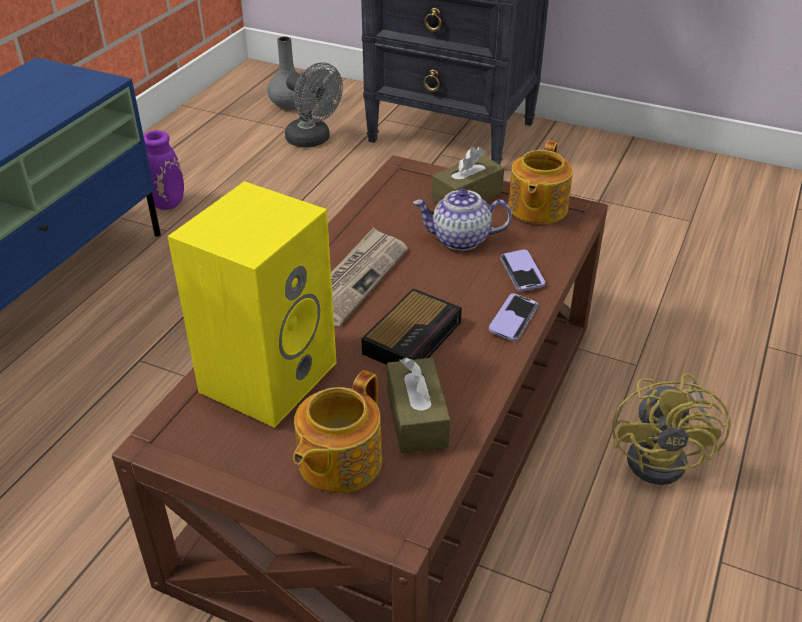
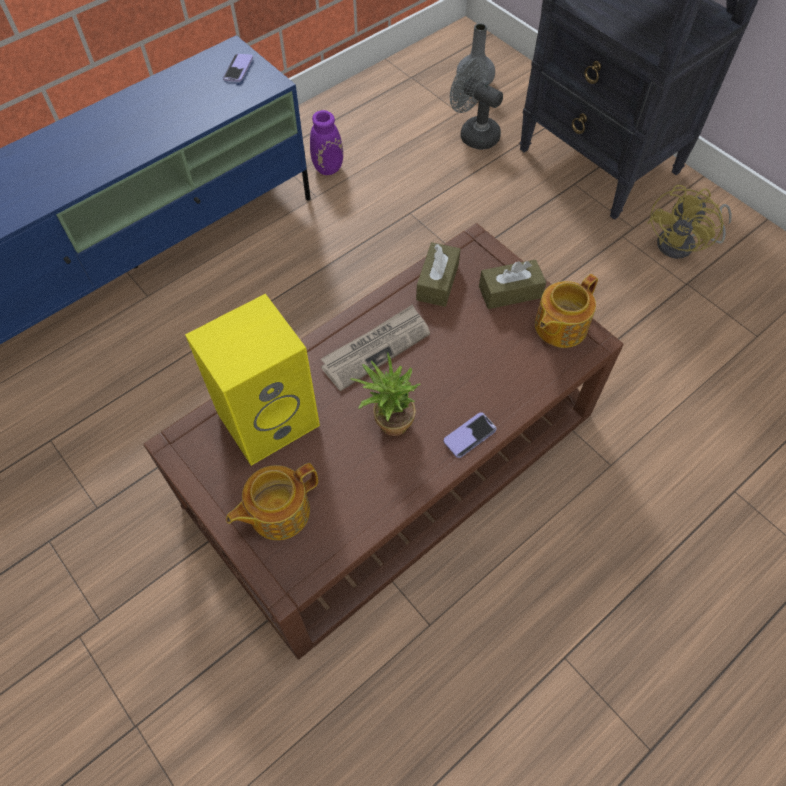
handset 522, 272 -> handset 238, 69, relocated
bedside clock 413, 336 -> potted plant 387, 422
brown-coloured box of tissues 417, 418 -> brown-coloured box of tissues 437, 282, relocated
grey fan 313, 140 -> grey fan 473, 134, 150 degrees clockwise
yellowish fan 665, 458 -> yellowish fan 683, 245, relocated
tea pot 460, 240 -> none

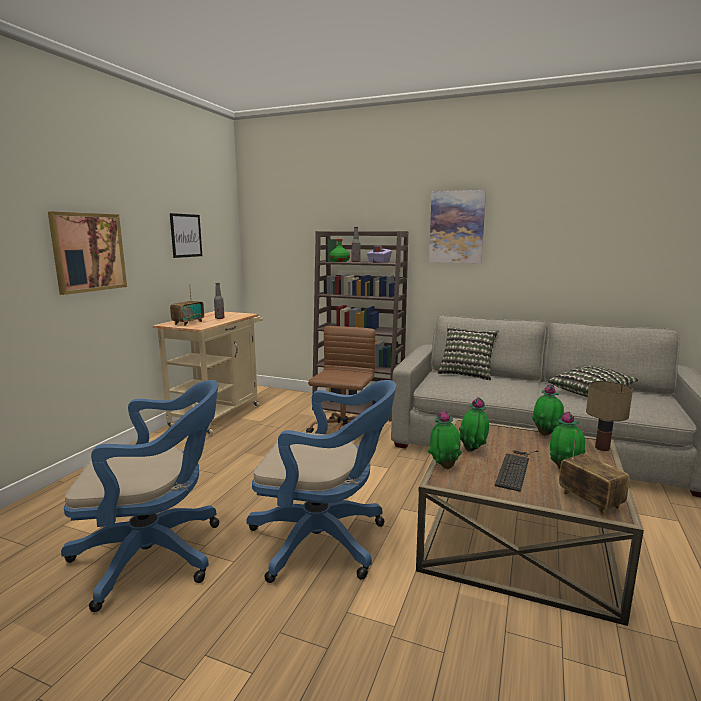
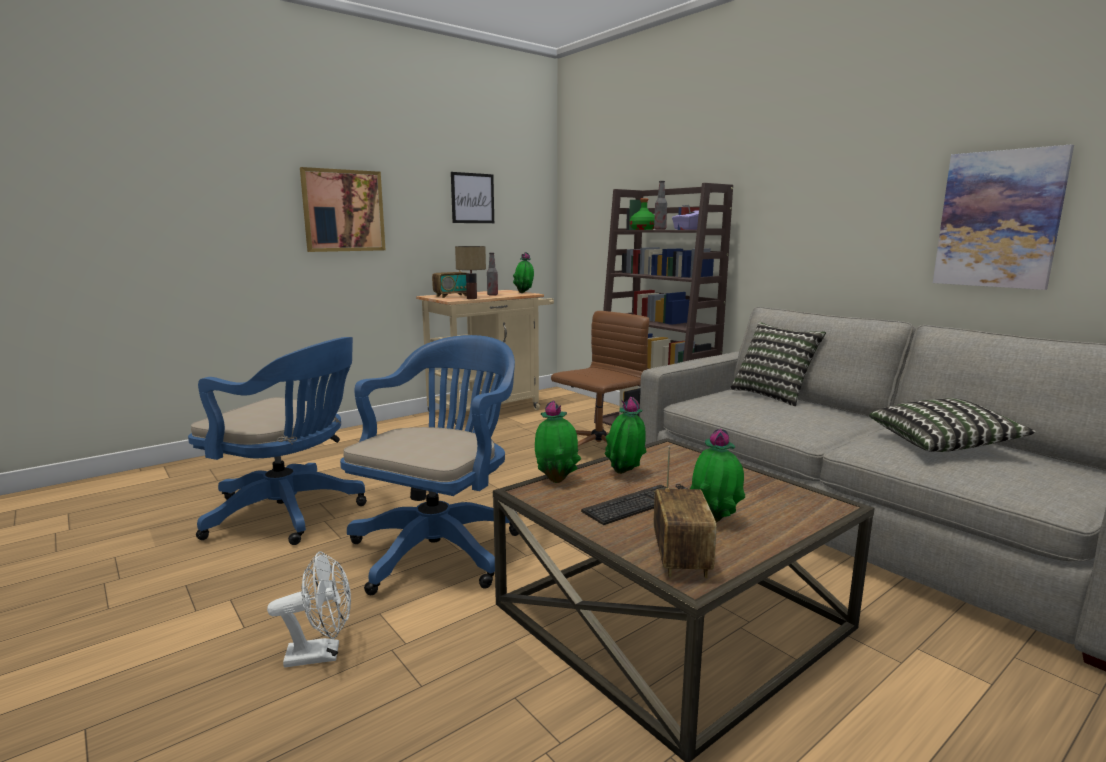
none -> whitish fan 322, 654
bluish office chair 325, 541 -> bluish office chair 441, 547, 105 degrees counterclockwise
table lamp 602, 448 -> table lamp 471, 298, relocated
potted plant 546, 434 -> potted plant 524, 293, relocated
wall picture 456, 227 -> wall picture 998, 219, relocated

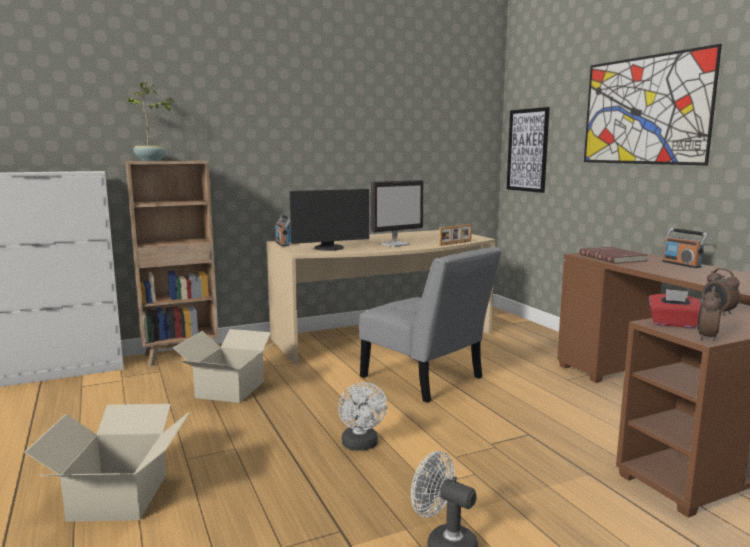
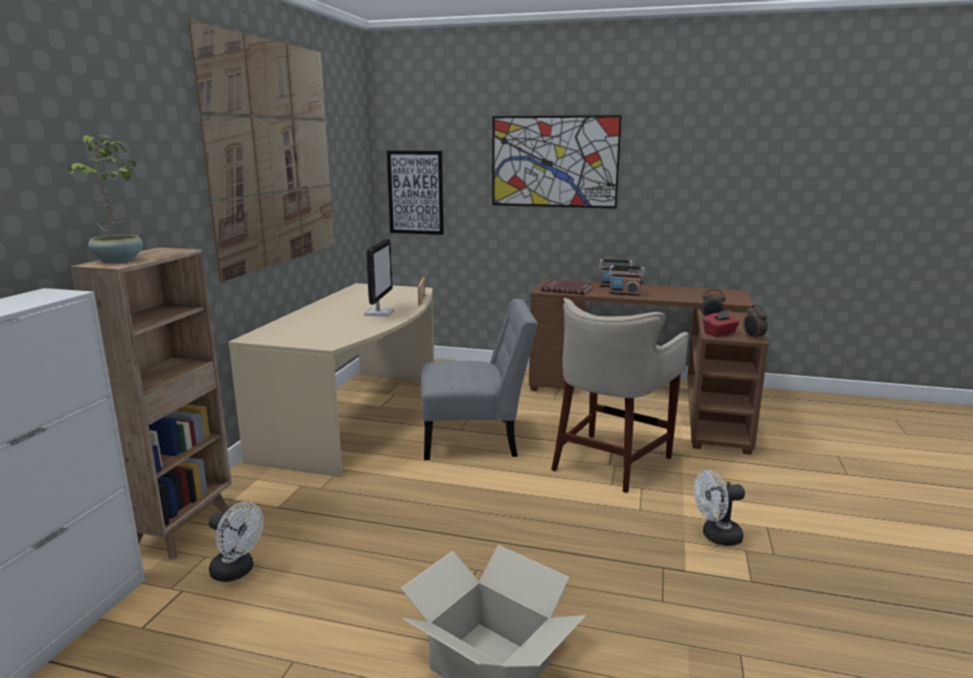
none -> wall picture 273, 155
whitish fan 361, 446 -> whitish fan 237, 572, relocated
none -> beige-coloured sitting stool 611, 462
radio set 282, 244 -> radio set 625, 294, relocated
carton 231, 389 -> none
monitor 329, 248 -> none

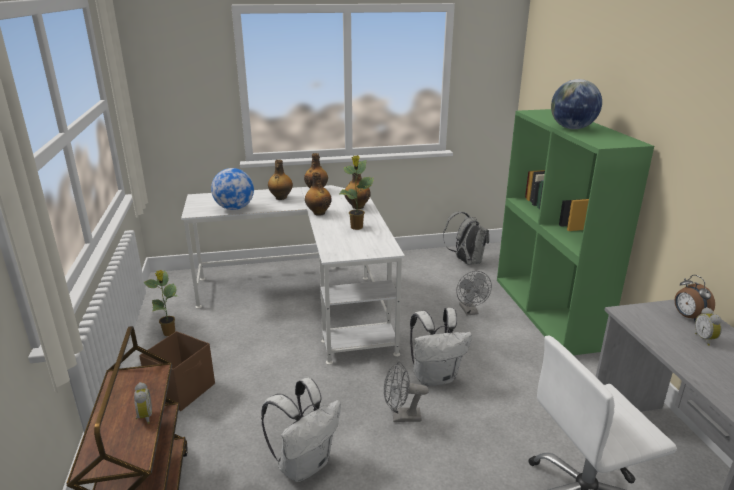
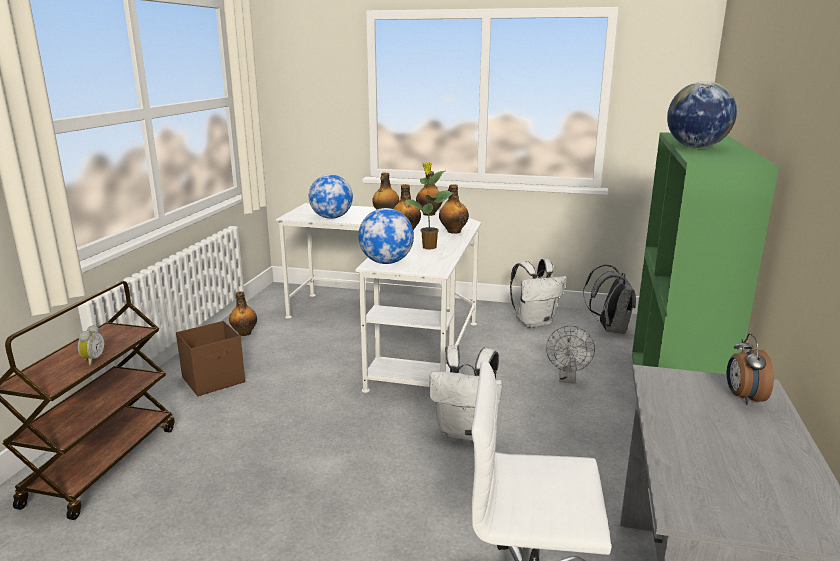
potted plant 169, 333 -> bottle 244, 333
none -> world globe 386, 262
whitish rucksack 304, 464 -> whitish rucksack 534, 322, relocated
grey fan 401, 417 -> none
bedside clock 705, 339 -> none

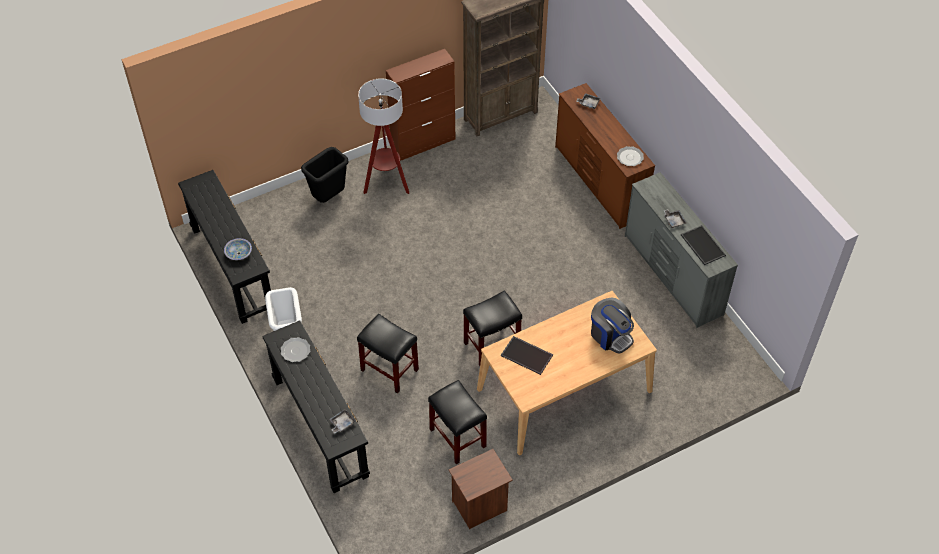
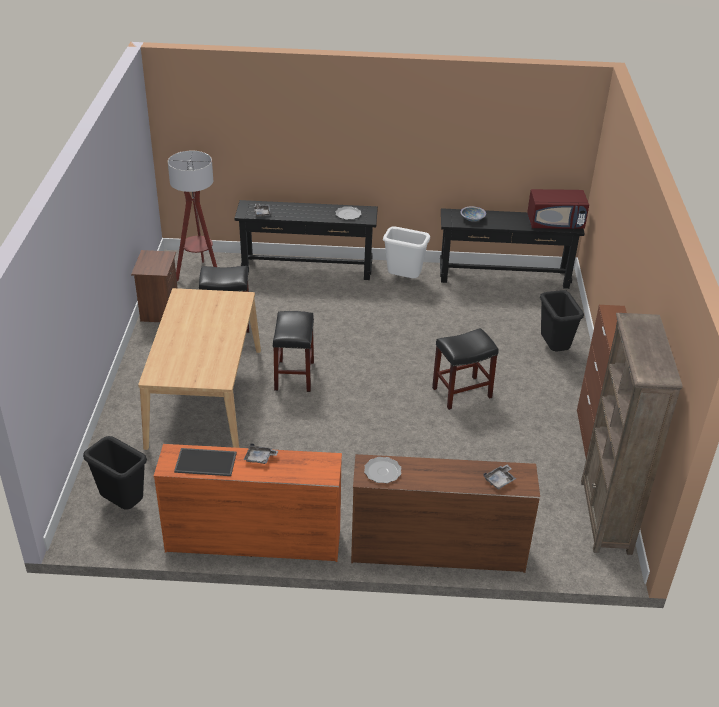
none -> blackish waste bin 122, 504
grey dresser 672, 275 -> orangey dresser 253, 540
standard lamp 386, 183 -> standard lamp 199, 274, relocated
blackish sitting stool 389, 370 -> blackish sitting stool 462, 392, relocated
none -> red-coloured microwave 555, 223
carrying tray 527, 355 -> none
coffee machine 610, 335 -> none

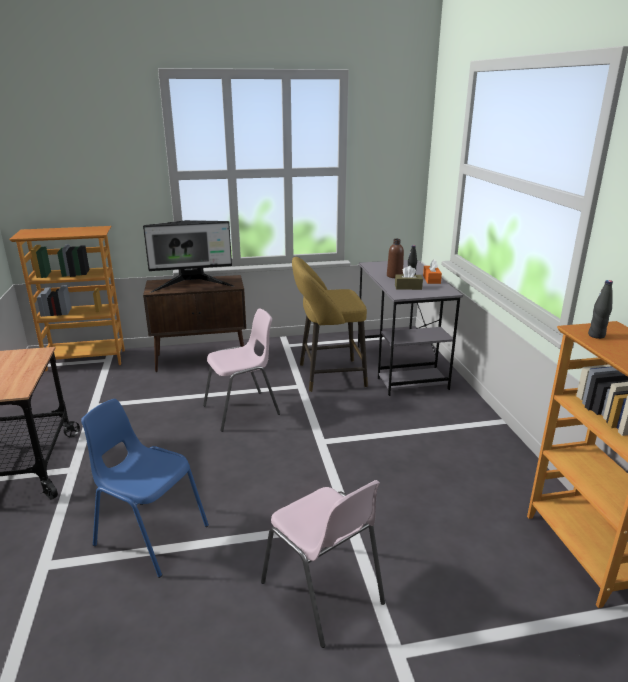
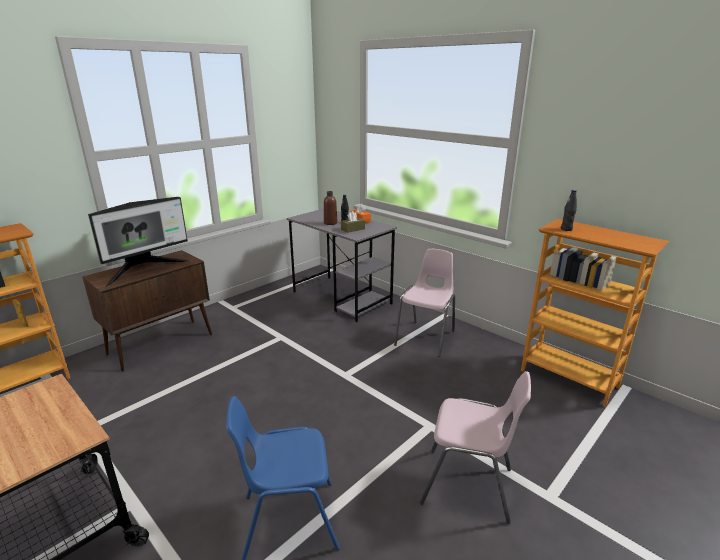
pink chair 242, 410 -> pink chair 426, 338, relocated
yellowish sitting stool 327, 376 -> none

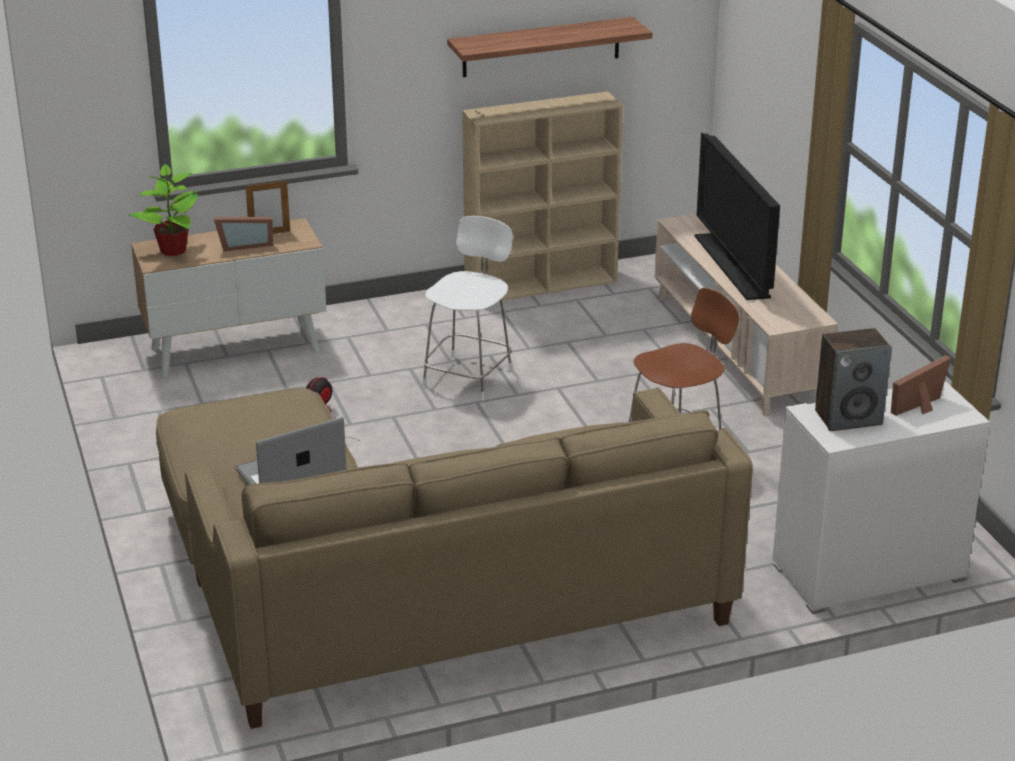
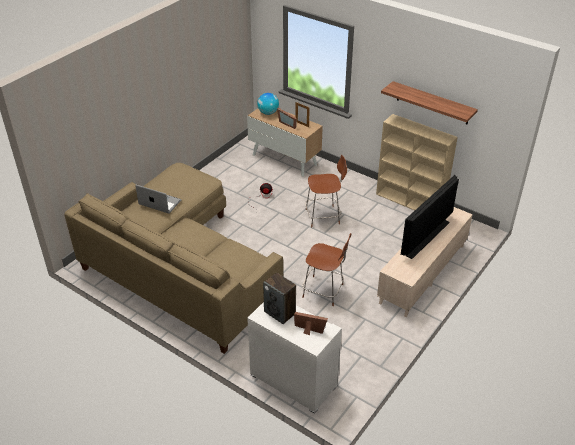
potted plant 172, 250 -> world globe 268, 113
whitish sitting stool 469, 376 -> brown-coloured sitting stool 324, 216

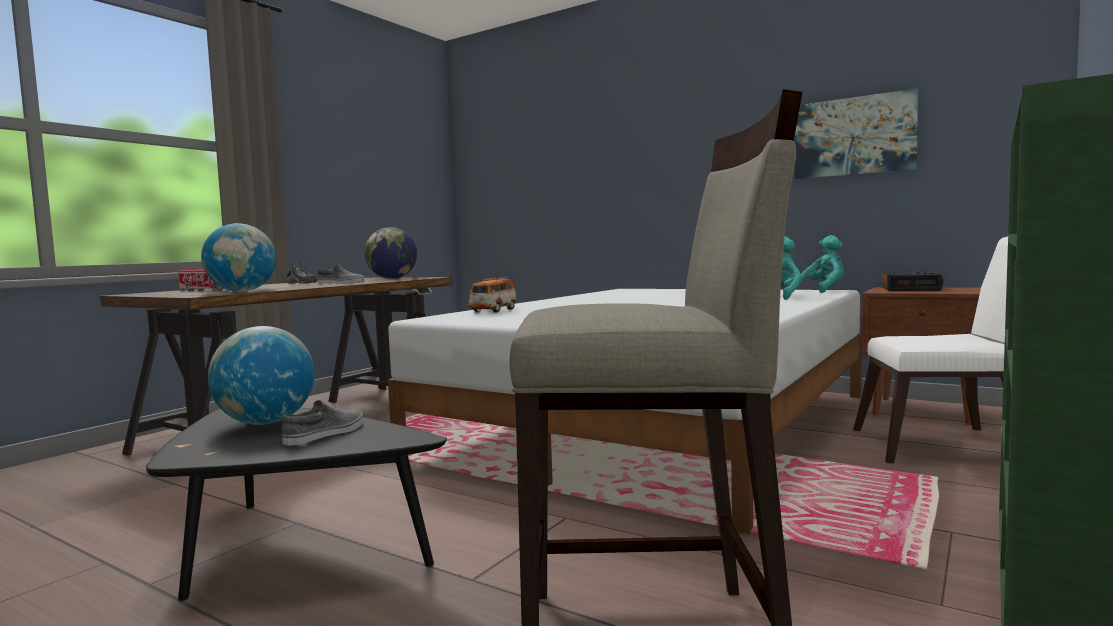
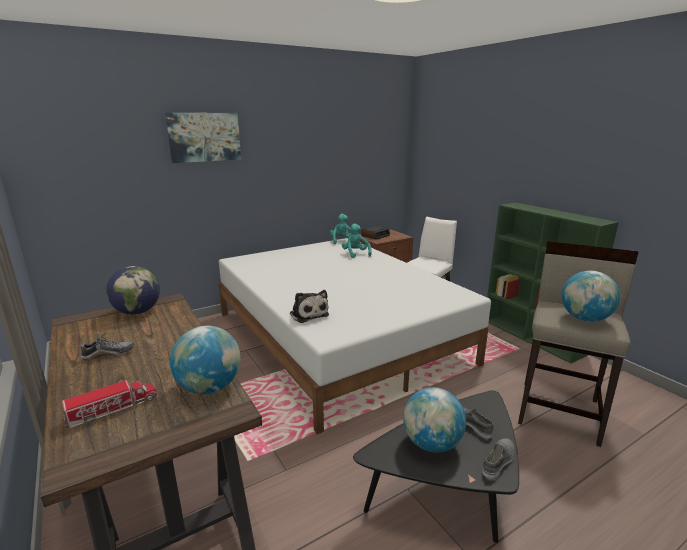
wall picture 854, 136 -> wall picture 204, 137, relocated
toy car 493, 311 -> plush toy 308, 314
grey shoe 340, 283 -> grey shoe 498, 460, relocated
none -> world globe 585, 319

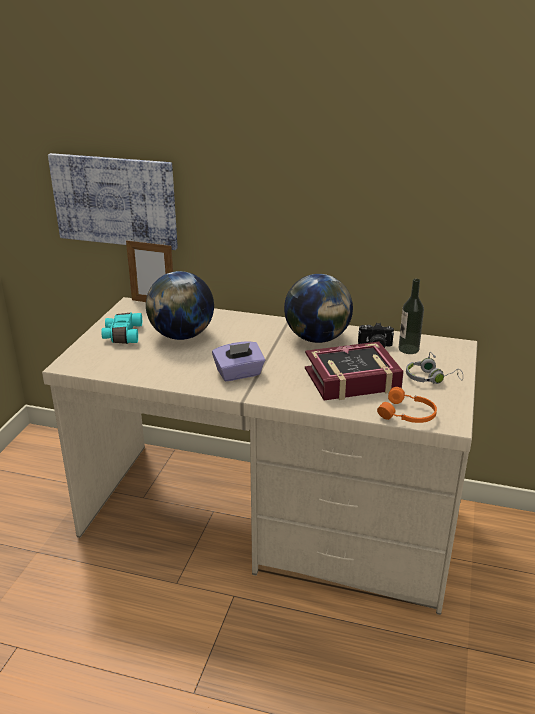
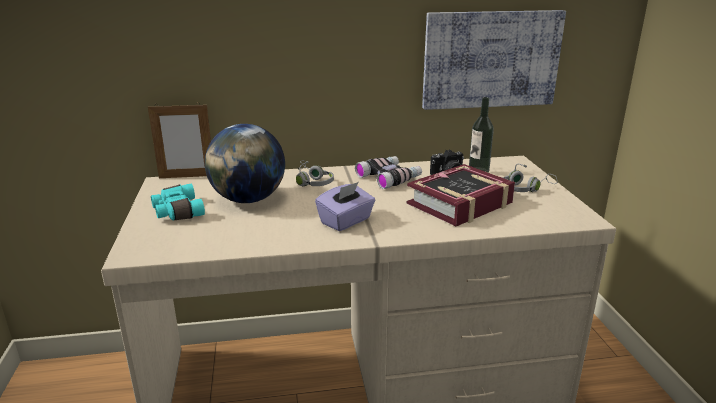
none -> grey headphones 312, 181
world globe 317, 338 -> binoculars 389, 177
wall picture 115, 200 -> wall picture 491, 59, relocated
orangey headphones 408, 415 -> none

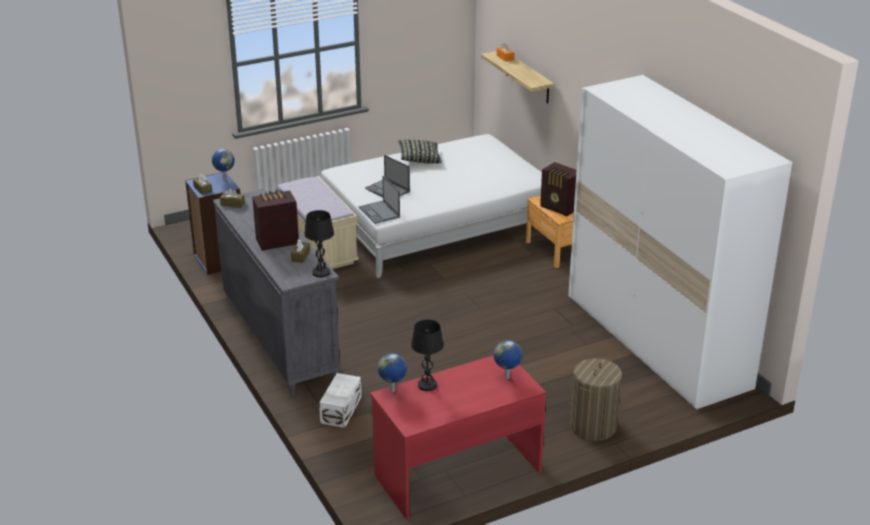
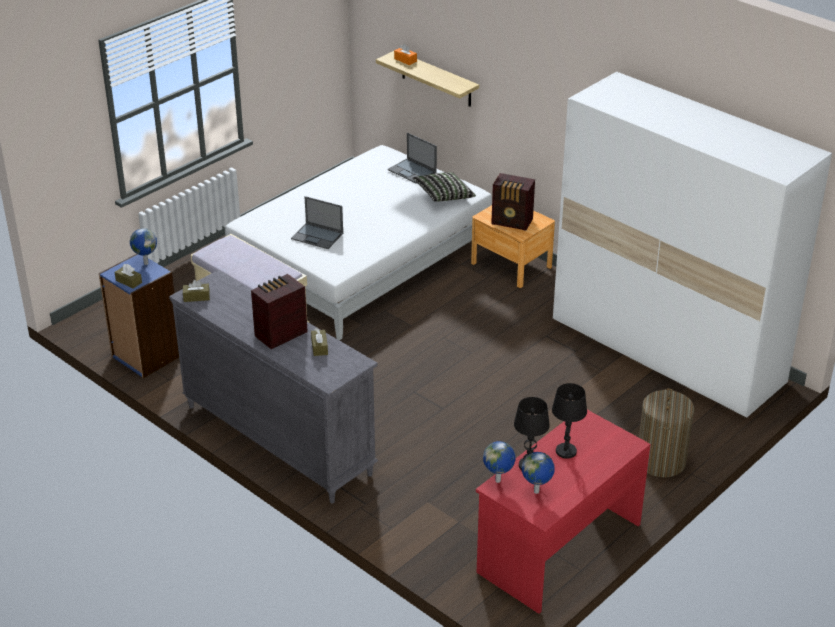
laptop 379, 212 -> laptop 412, 171, relocated
pillow 419, 159 -> pillow 443, 196, relocated
world globe 507, 377 -> world globe 537, 492, relocated
blackish table lamp 321, 272 -> blackish table lamp 566, 451, relocated
whitish storage bin 340, 410 -> none

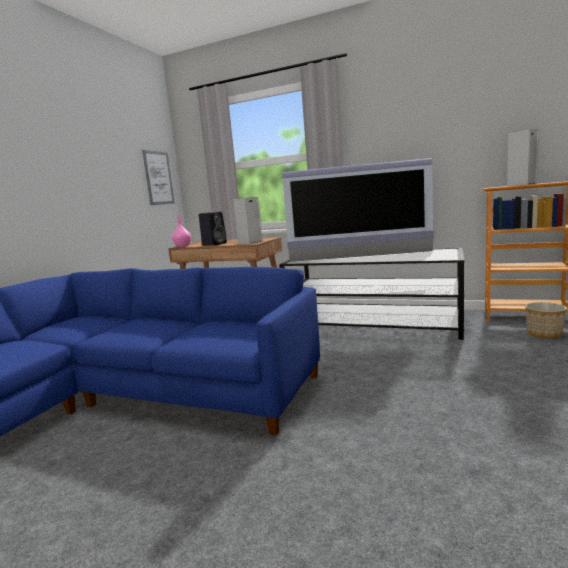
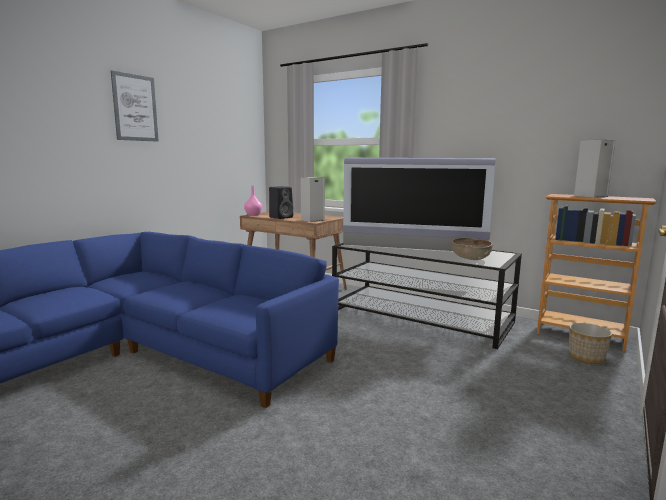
wall picture 158, 178 -> wall picture 135, 108, relocated
none -> brown-coloured bowl 471, 259

